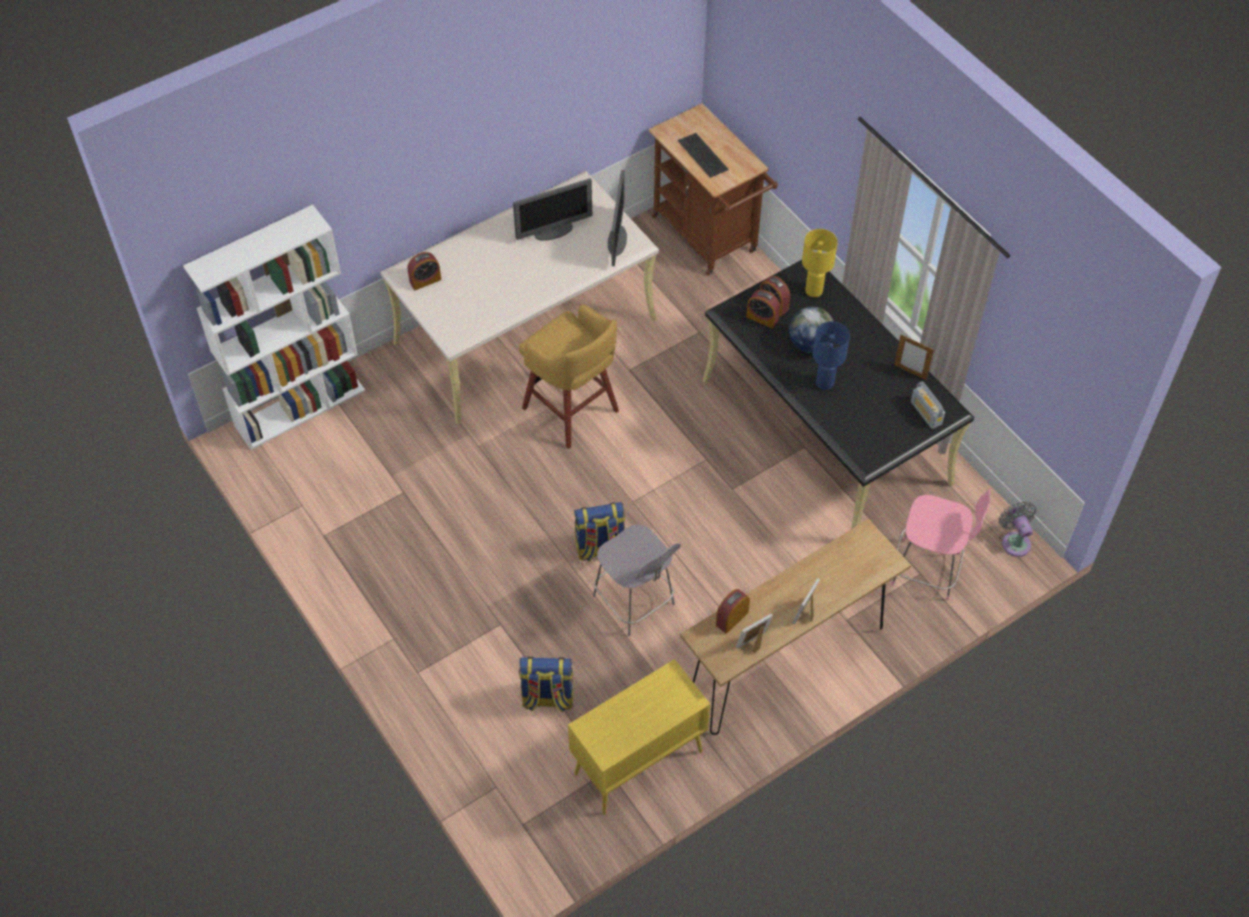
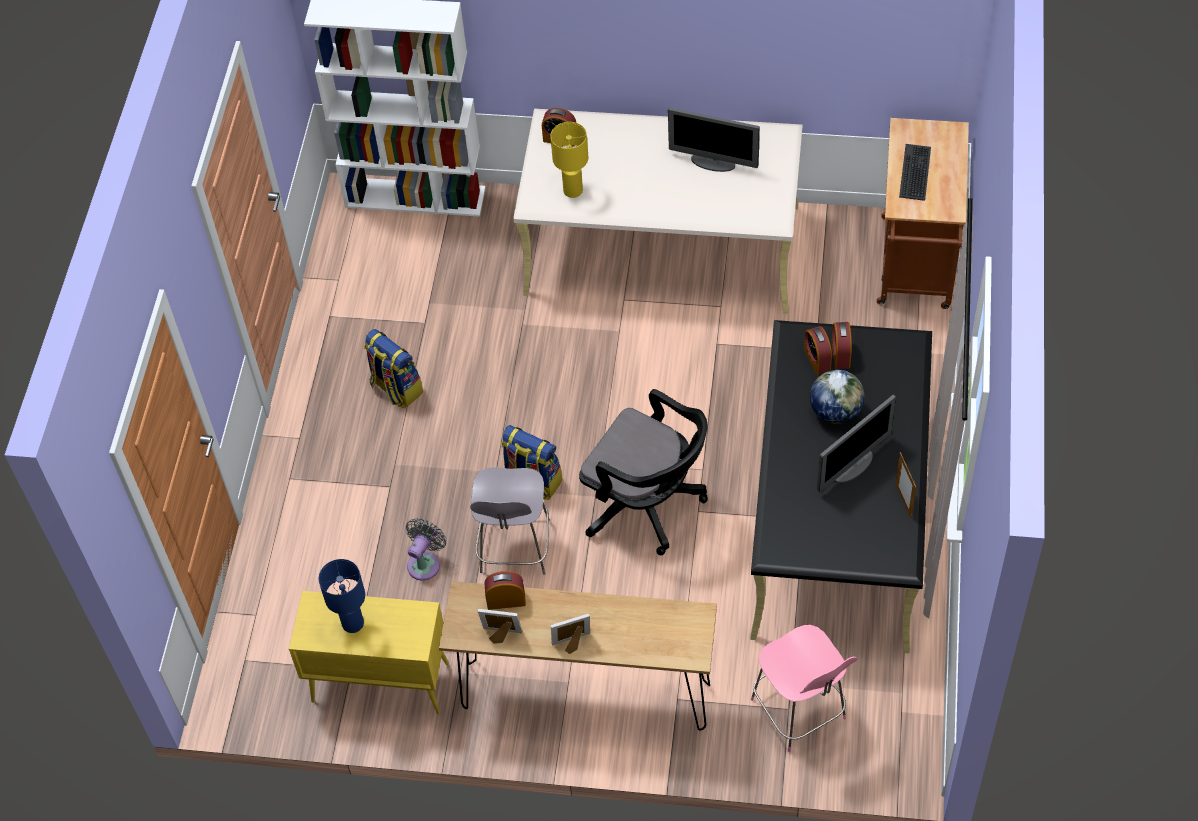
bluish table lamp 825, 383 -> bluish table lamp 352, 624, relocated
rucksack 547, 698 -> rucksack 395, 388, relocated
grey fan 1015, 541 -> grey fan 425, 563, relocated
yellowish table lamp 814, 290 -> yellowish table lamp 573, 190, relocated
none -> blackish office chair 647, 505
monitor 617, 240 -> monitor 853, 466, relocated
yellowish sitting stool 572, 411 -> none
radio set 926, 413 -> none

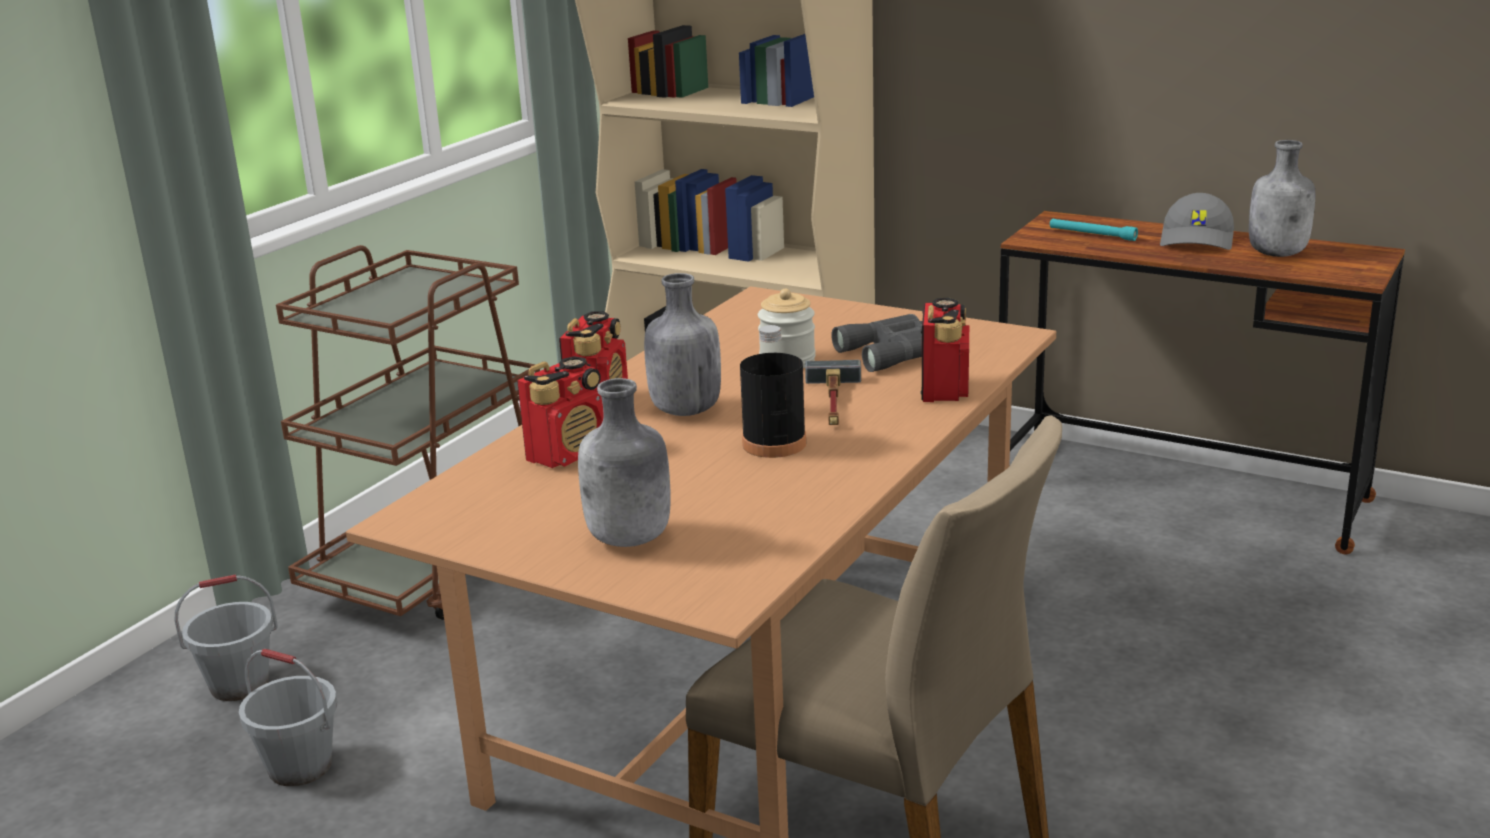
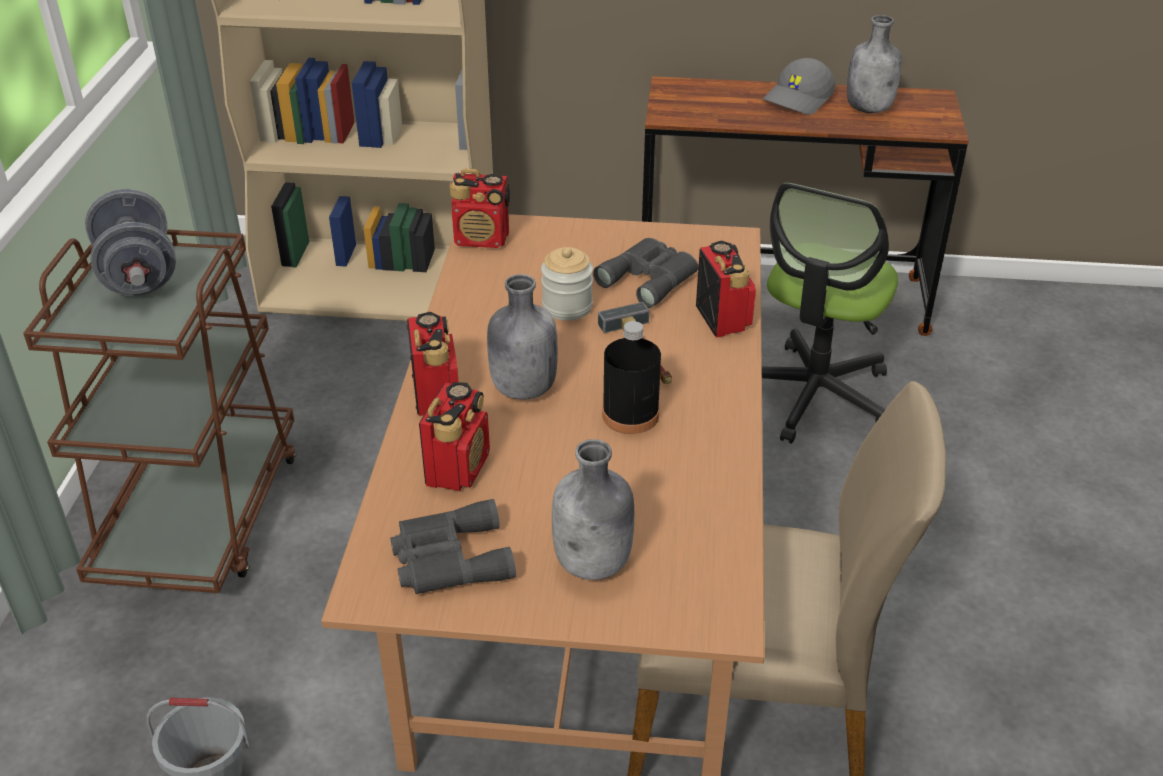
none -> grey hand weight 138, 275
none -> grey binoculars 448, 559
none -> radio set 482, 239
none -> office chair 813, 395
grey cap 1198, 240 -> grey cap 799, 99, 45 degrees clockwise
grey water bucket 239, 685 -> none
blue-green torch 1092, 235 -> none

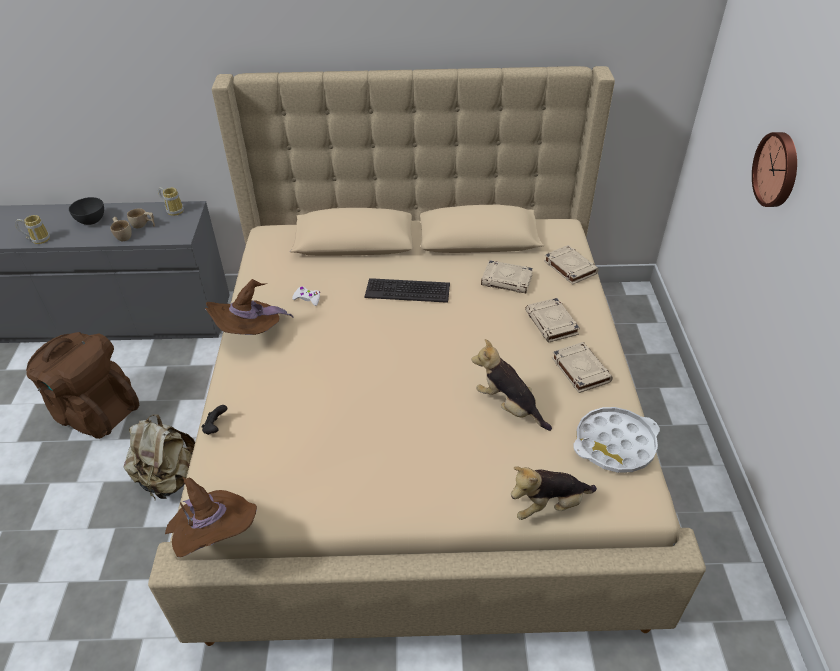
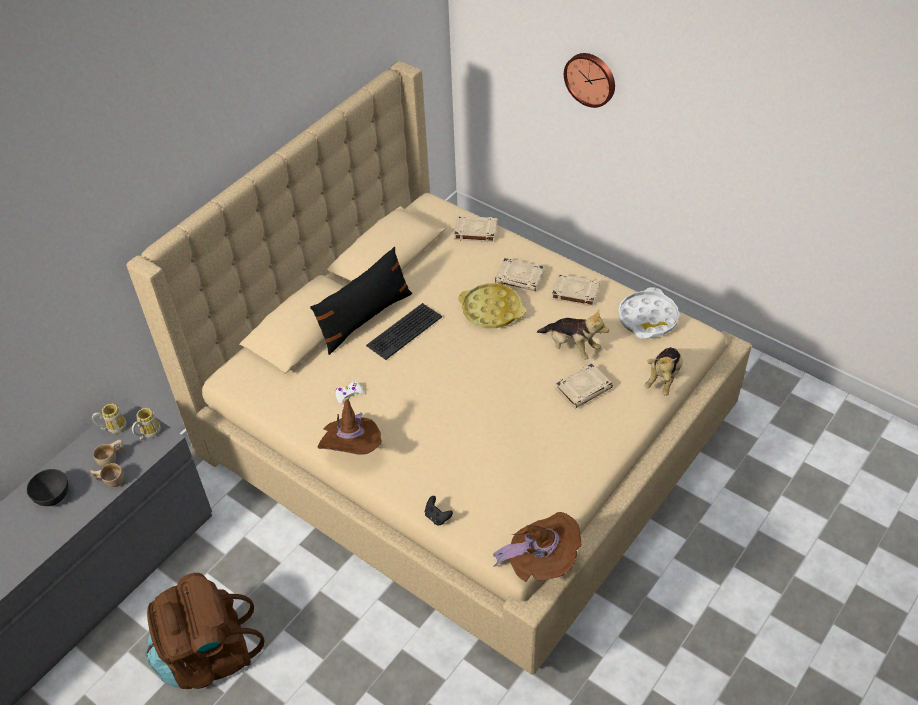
tea mug 38, 239 -> tea mug 148, 432, relocated
none -> blackish pillow 364, 318
none -> yellowish carrying tray 491, 310
plush toy 509, 406 -> plush toy 571, 347, 135 degrees counterclockwise
beige-coloured volume 507, 280 -> beige-coloured volume 583, 388, relocated
beige-coloured rucksack 169, 479 -> none

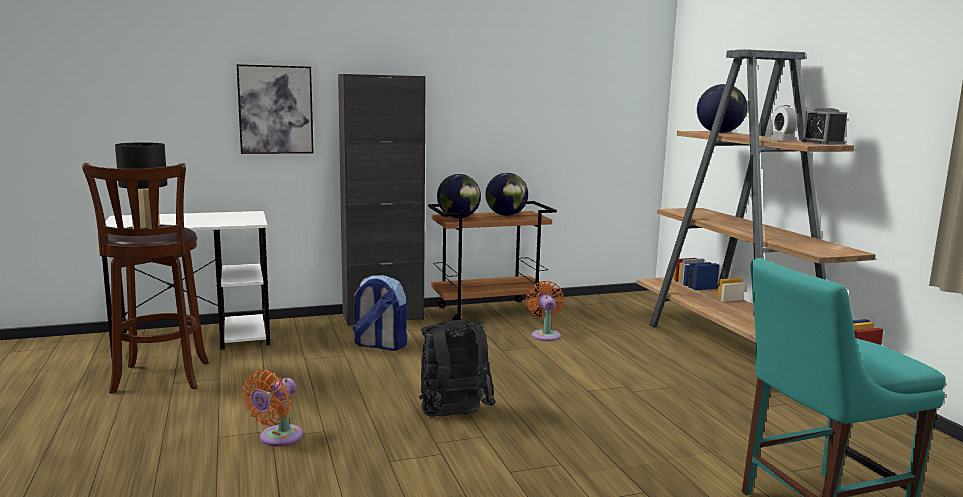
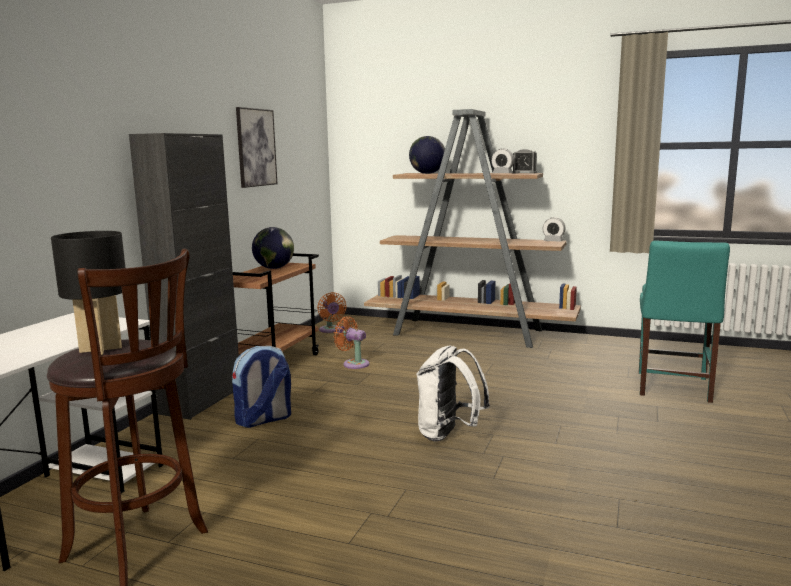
wall picture 275, 109 -> wall picture 256, 147, relocated
orangey fan 277, 438 -> orangey fan 330, 330, relocated
blackish rucksack 453, 417 -> whitish rucksack 449, 434
none -> bedside clock 553, 241
world globe 458, 218 -> none

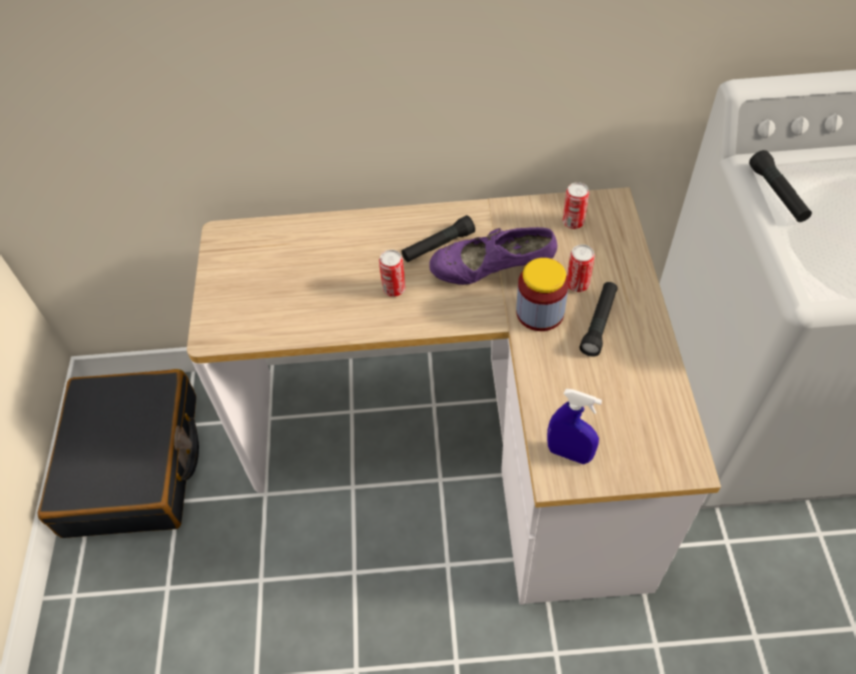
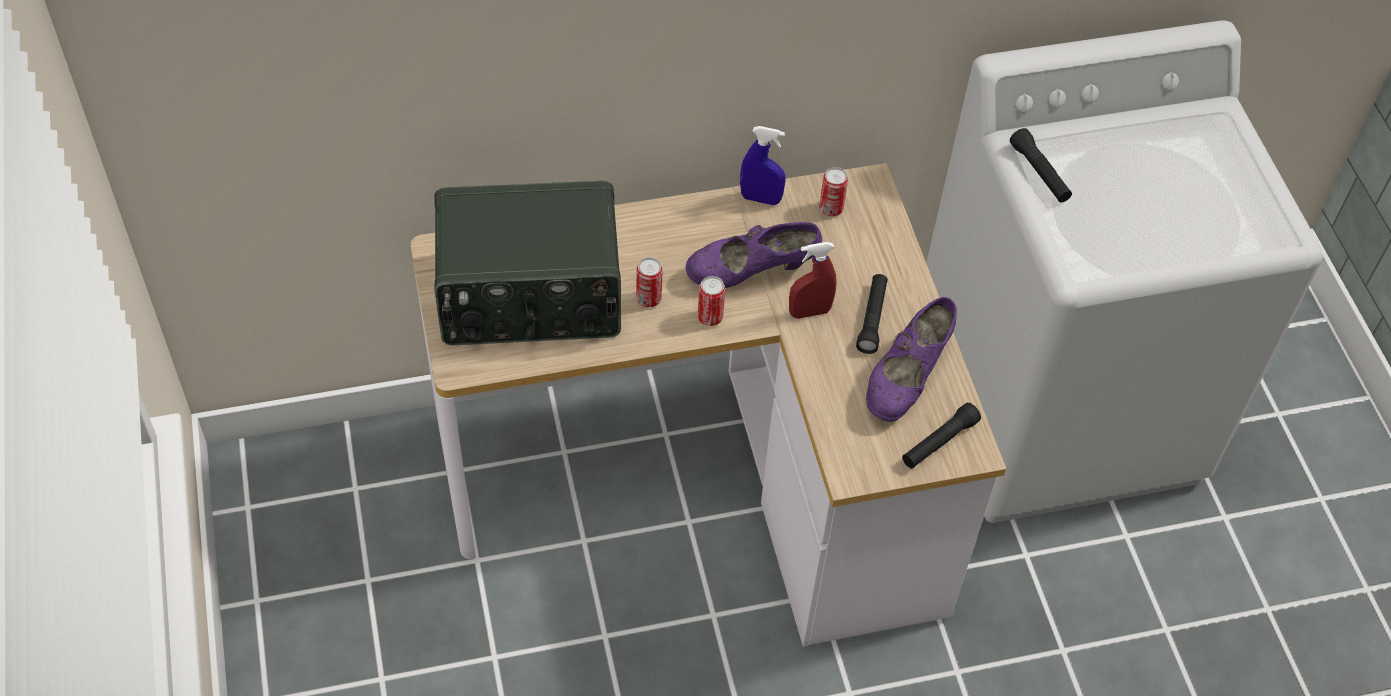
none -> radio set 530, 296
metal can 577, 284 -> metal can 710, 317, relocated
bluish hand sprayer 569, 453 -> bluish hand sprayer 760, 199, relocated
preserve jar 540, 312 -> red-coloured hand sprayer 809, 312
none -> purple shoe 906, 379
blackish torch 438, 246 -> blackish torch 939, 442, relocated
blackish piece of luggage 134, 464 -> none

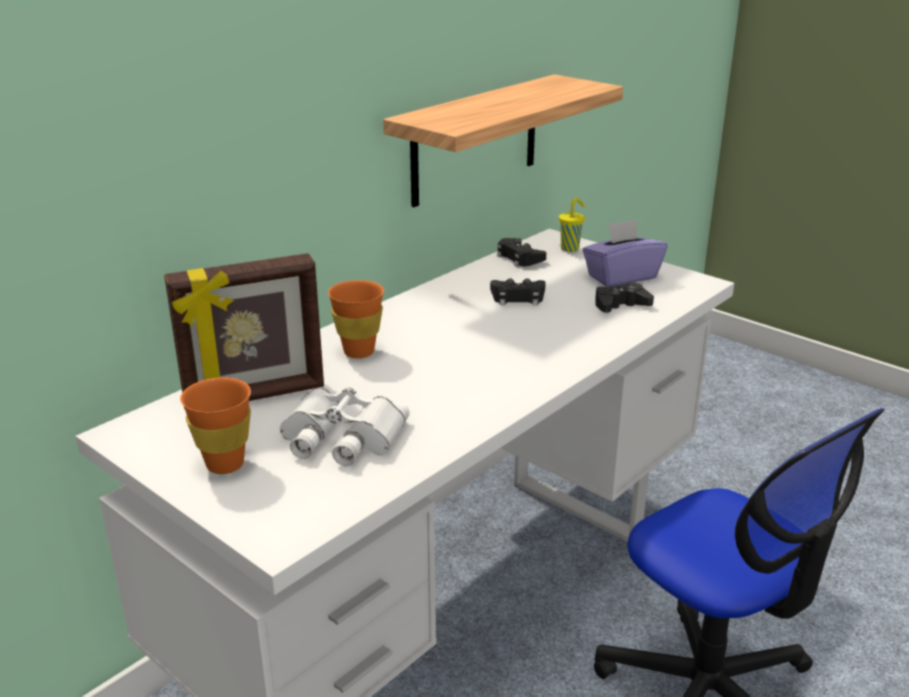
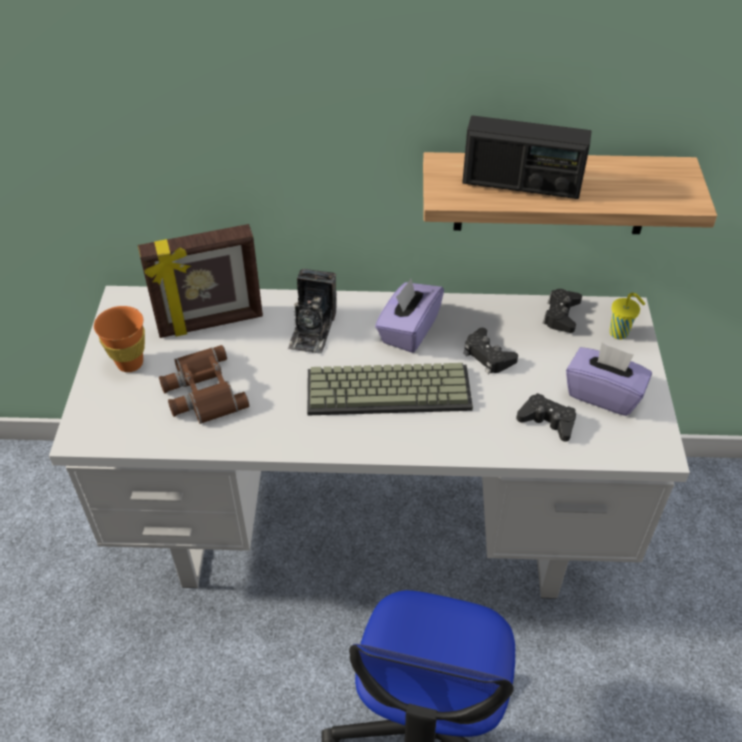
photo frame 255, 397 -> photo frame 210, 323, 45 degrees counterclockwise
whitish binoculars 340, 437 -> brown-coloured binoculars 201, 391
orangey small cup 359, 352 -> photo camera 312, 329
none -> computer keyboard 390, 388
none -> purple box of tissues 408, 330
none -> radio set 521, 184

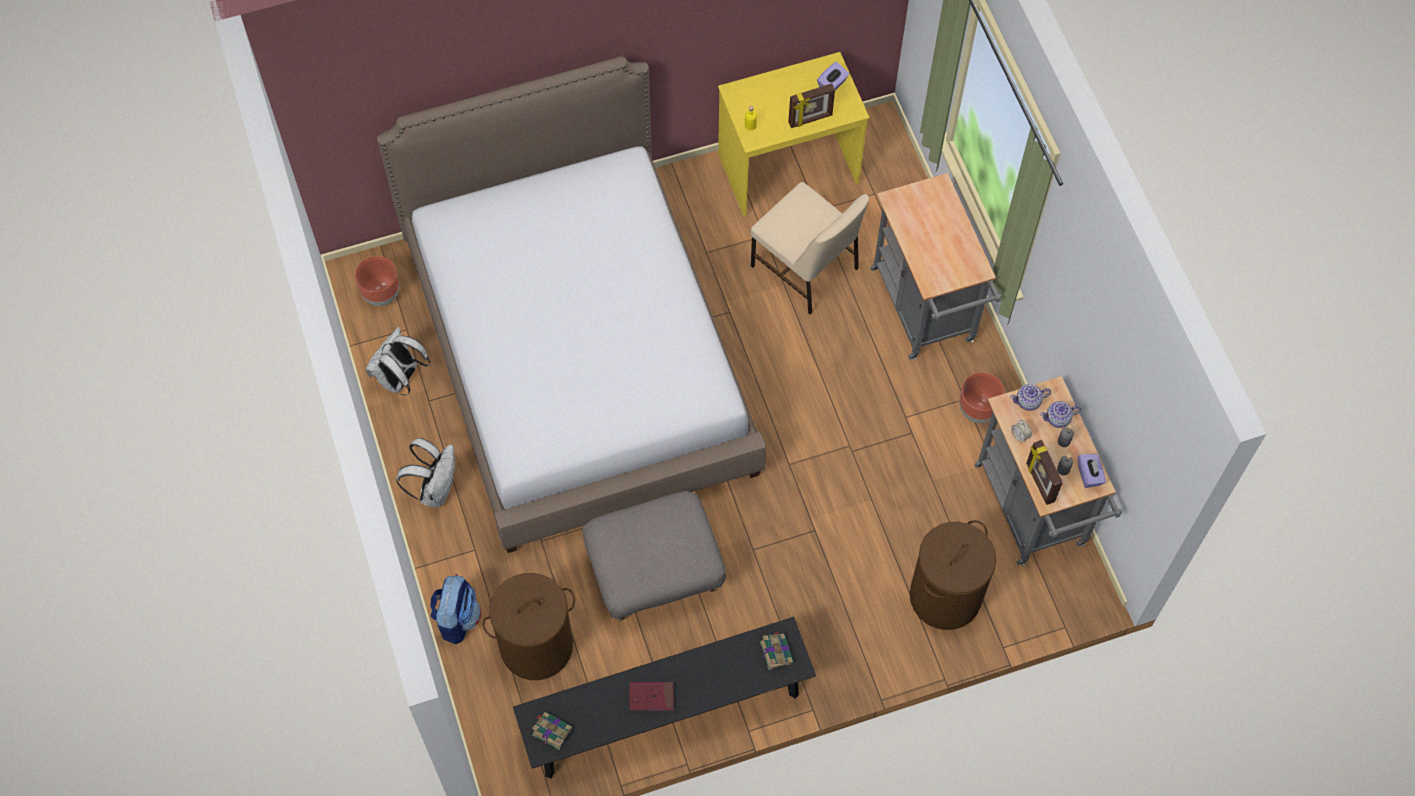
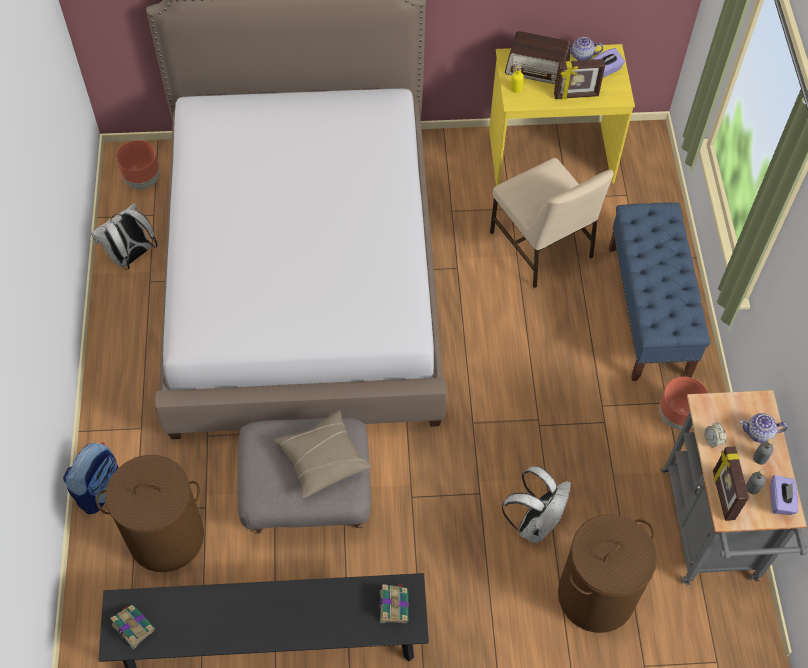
none -> beige-coloured pillow 322, 459
whitish rucksack 435, 489 -> whitish rucksack 535, 522, relocated
none -> radio set 537, 69
tea pot 1028, 401 -> tea pot 582, 56, relocated
grey cart 925, 311 -> bluish bench 648, 311
red-coloured volume 651, 697 -> none

